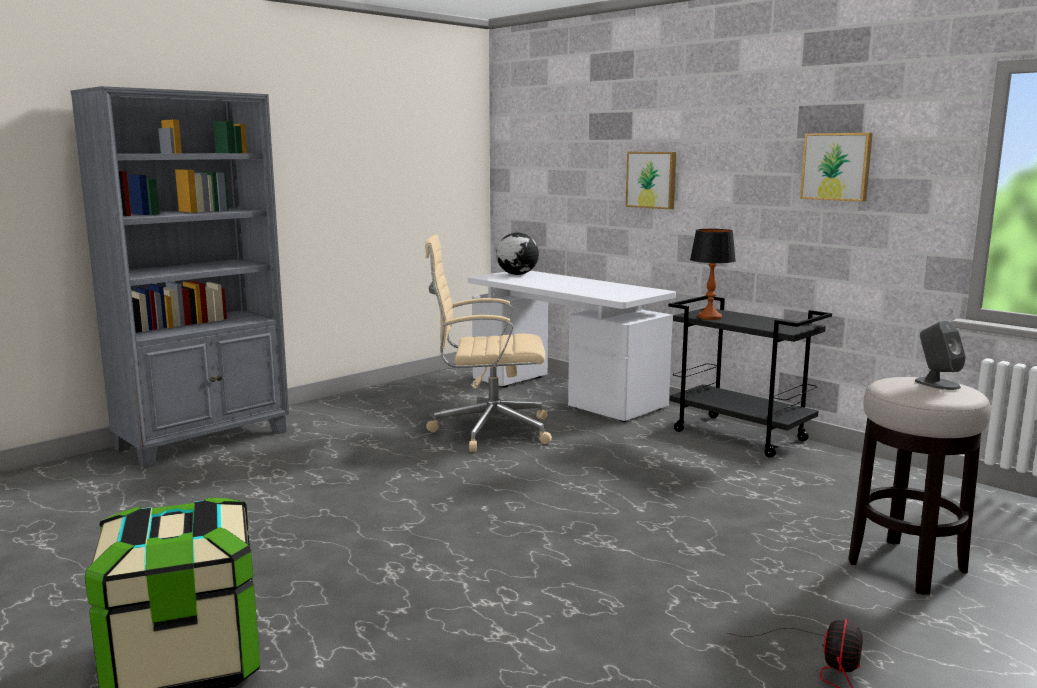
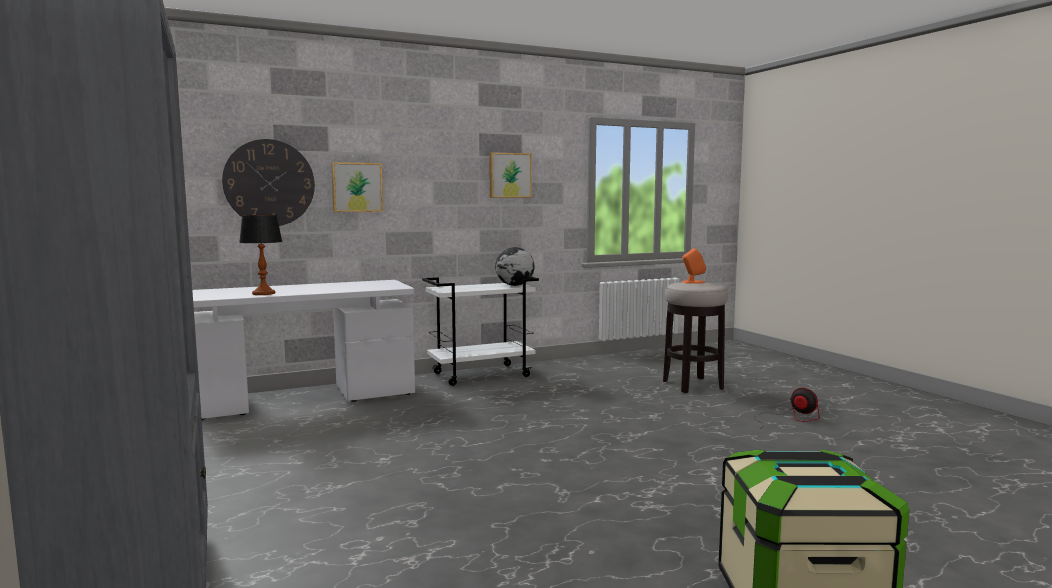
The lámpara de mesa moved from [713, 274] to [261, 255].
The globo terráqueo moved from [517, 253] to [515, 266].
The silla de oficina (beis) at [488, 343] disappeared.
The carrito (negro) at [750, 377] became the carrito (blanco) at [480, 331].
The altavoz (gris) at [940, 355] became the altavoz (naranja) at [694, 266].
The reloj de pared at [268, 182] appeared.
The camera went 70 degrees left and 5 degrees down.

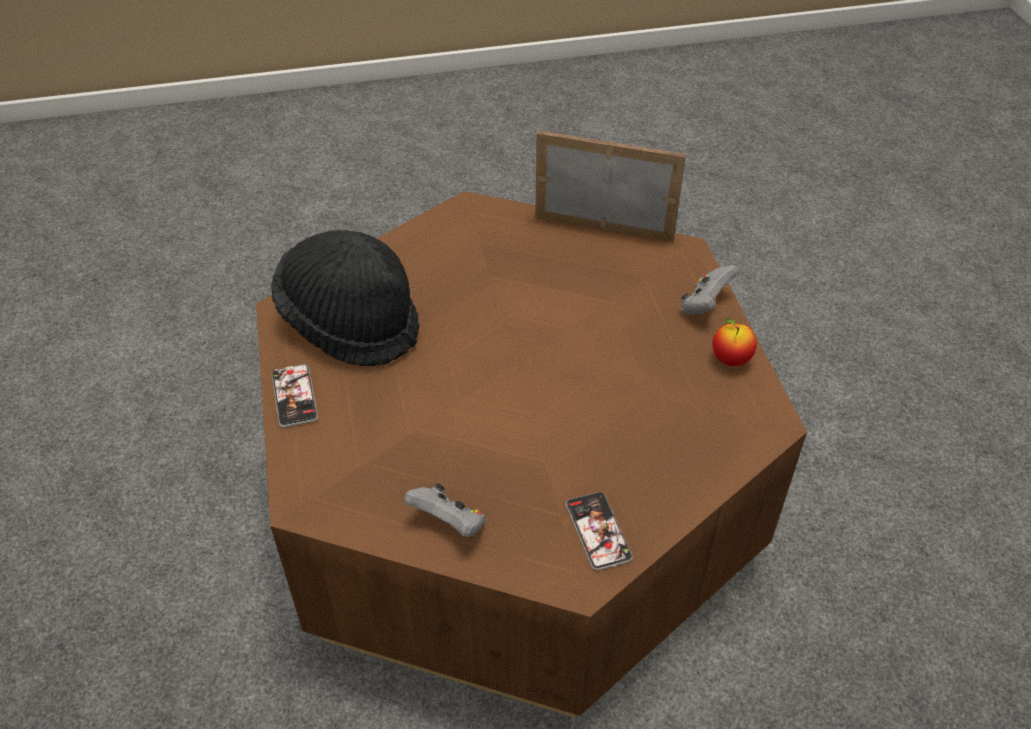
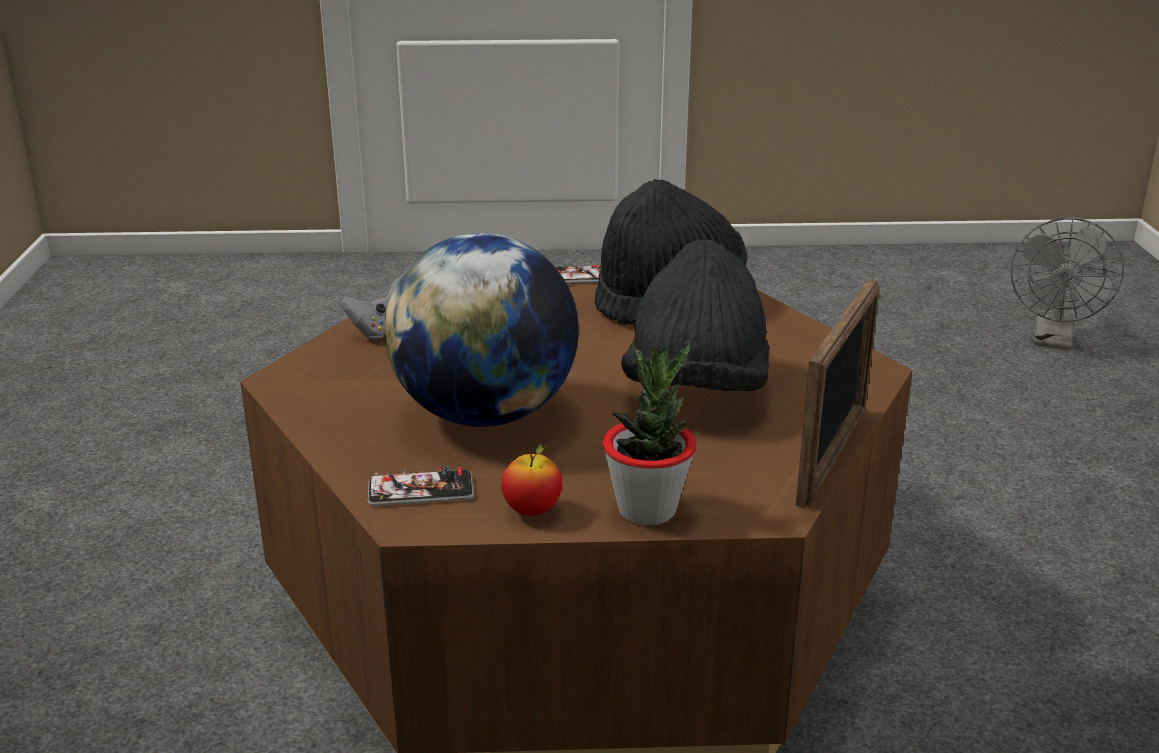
The mando de consola (gris) at [710, 290] was replaced by the planta en maceta at [649, 432].
The móvil moved from [599, 531] to [421, 486].
The ventilador (gris) at [1067, 284] appeared.
The globo terráqueo at [481, 330] appeared.
The sombrero (negro) at [695, 315] appeared.
The camera went 100 degrees right and 20 degrees down.

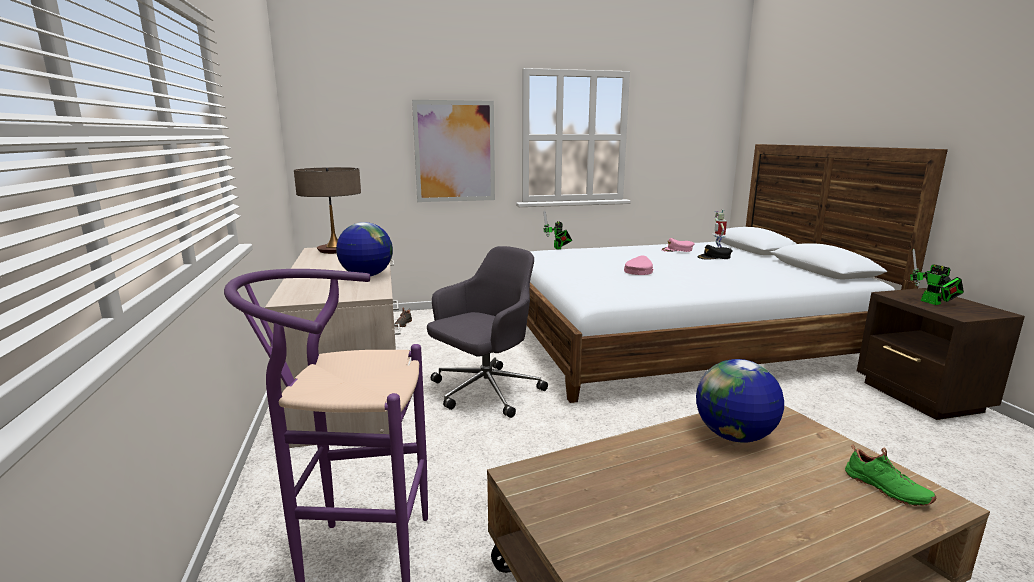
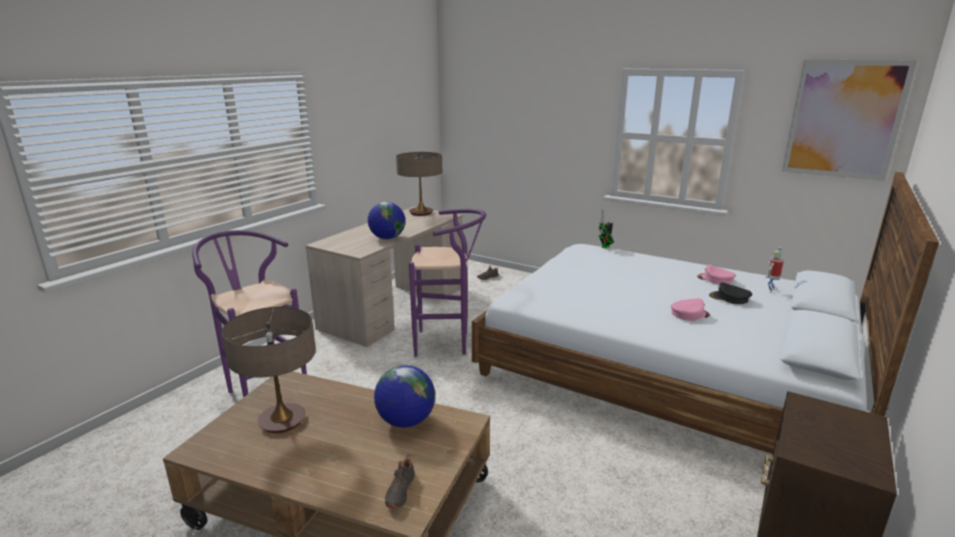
The cuadro moved from [453, 151] to [849, 120].
The silla de oficina (gris) at [487, 332] was replaced by the taburete (morado) at [447, 283].
The robot de juguete at [937, 277] disappeared.
The gorra (rosa) moved from [639, 265] to [690, 309].
The zapato (verde) at [890, 475] became the zapato (negro) at [400, 481].
The lámpara de mesa at [269, 370] appeared.
The camera went 45 degrees right and 5 degrees up.

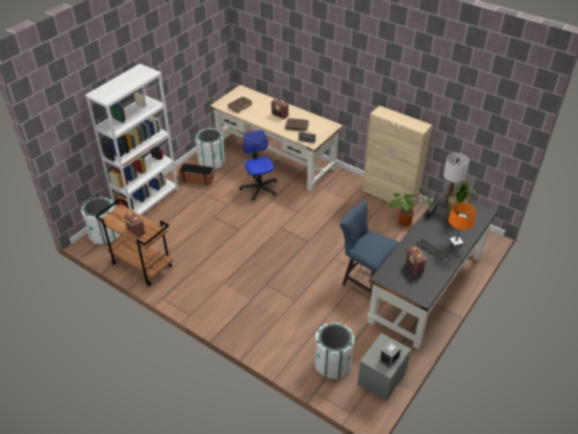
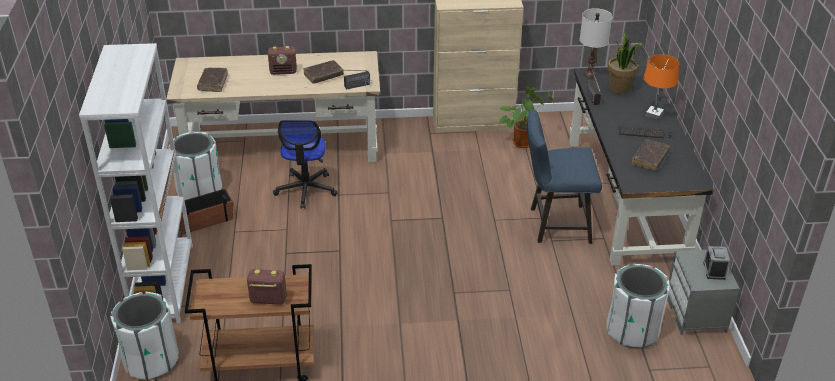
The silla de oficina at [258, 165] turned 120 degrees counterclockwise.
The radio at [416, 260] was replaced by the libro (marrón) at [651, 155].
The camera went 40 degrees left and 5 degrees down.

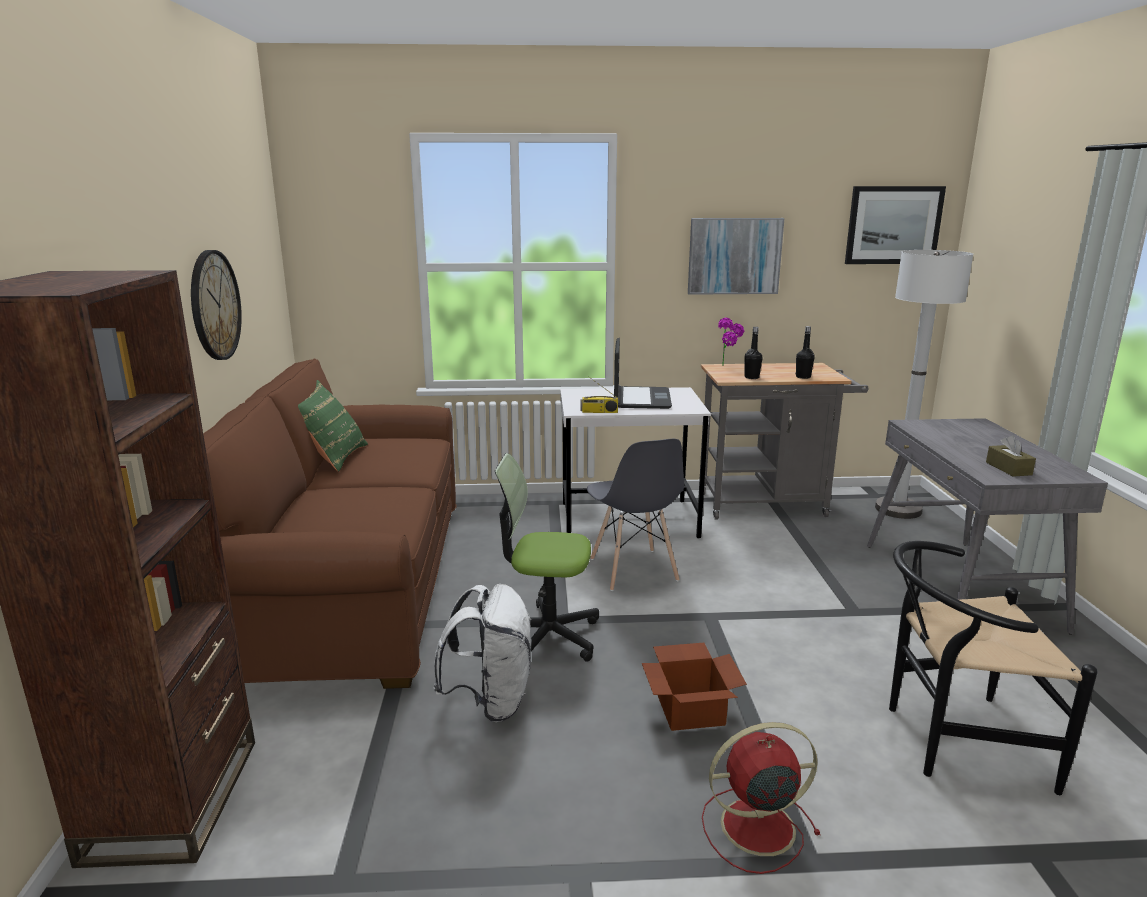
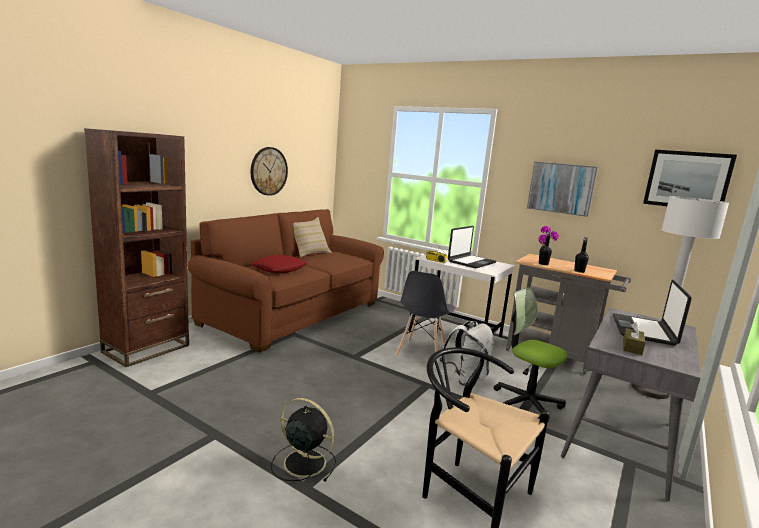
The cojín (verde) at [333, 426] became the cojín (beis) at [312, 237].
The silla de oficina moved from [547, 557] to [531, 354].
The mochila (blanco) moved from [482, 653] to [466, 353].
The caja de cartón at [694, 687] disappeared.
The ventilador (rojo) at [761, 798] became the ventilador (negro) at [303, 440].
The cojín (rojo) at [279, 264] appeared.
The portátil at [652, 313] appeared.
The camera went 35 degrees right and 5 degrees down.

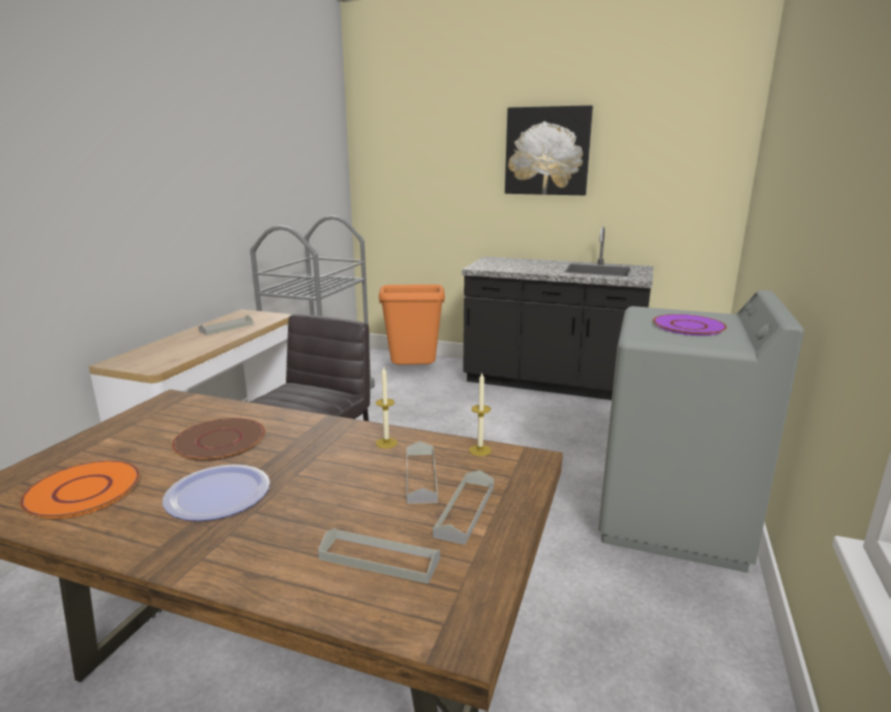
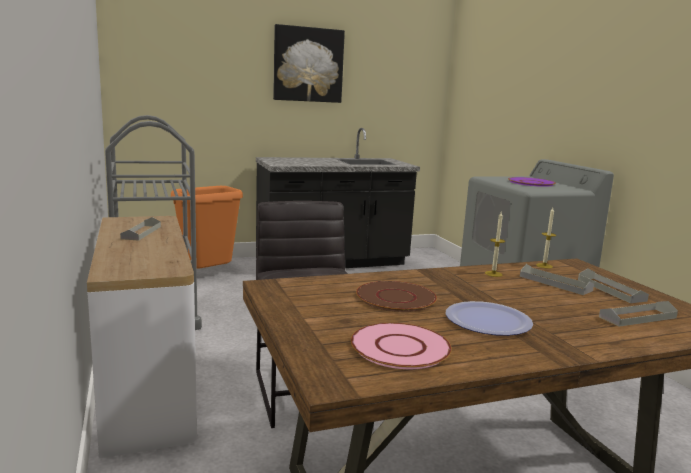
The plato (naranja) at [80, 489] became the plato (rosa) at [401, 346].
The camera went 40 degrees left and 5 degrees down.

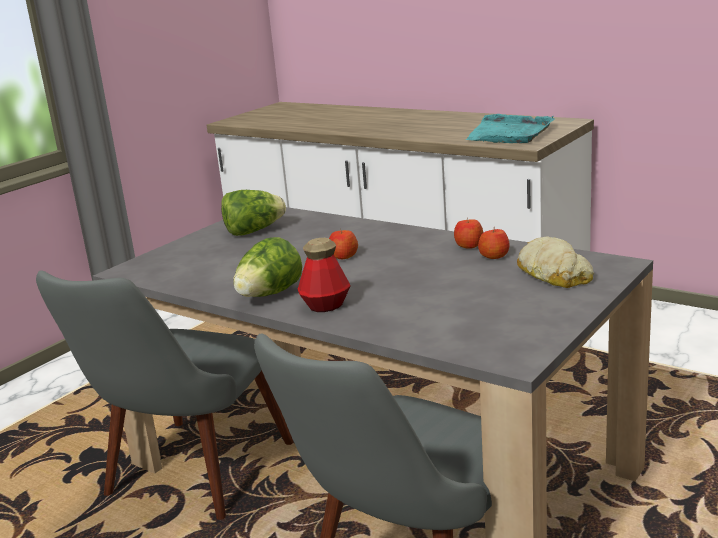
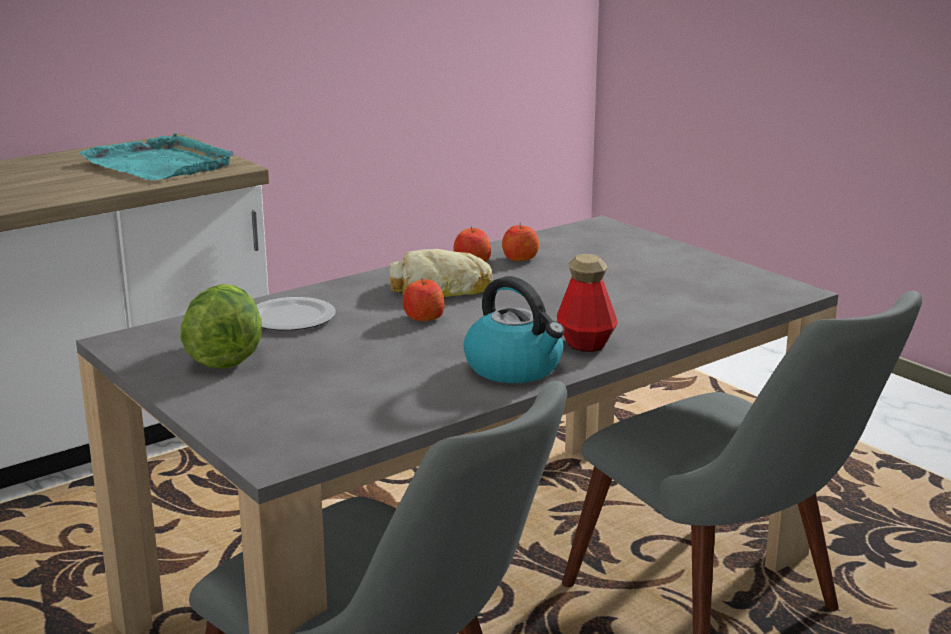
The pan moved from [555, 262] to [441, 273].
The lechuga at [267, 267] was replaced by the hervidor at [514, 329].
The plato at [296, 314] appeared.
The camera went 75 degrees left and 0 degrees up.

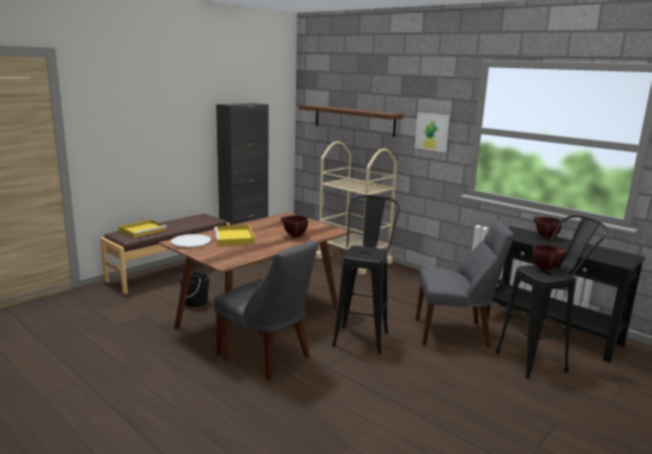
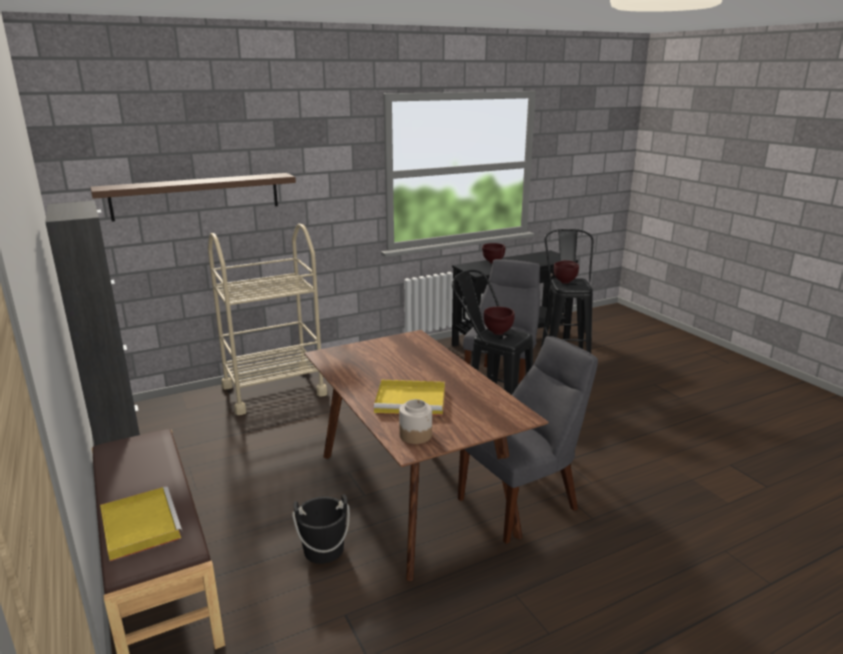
The cuadro at [432, 132] disappeared.
The cuenco (marrón) moved from [294, 226] to [499, 321].
The plato (blanco) at [191, 240] was replaced by the tarro at [415, 421].
The camera went 70 degrees left and 5 degrees up.

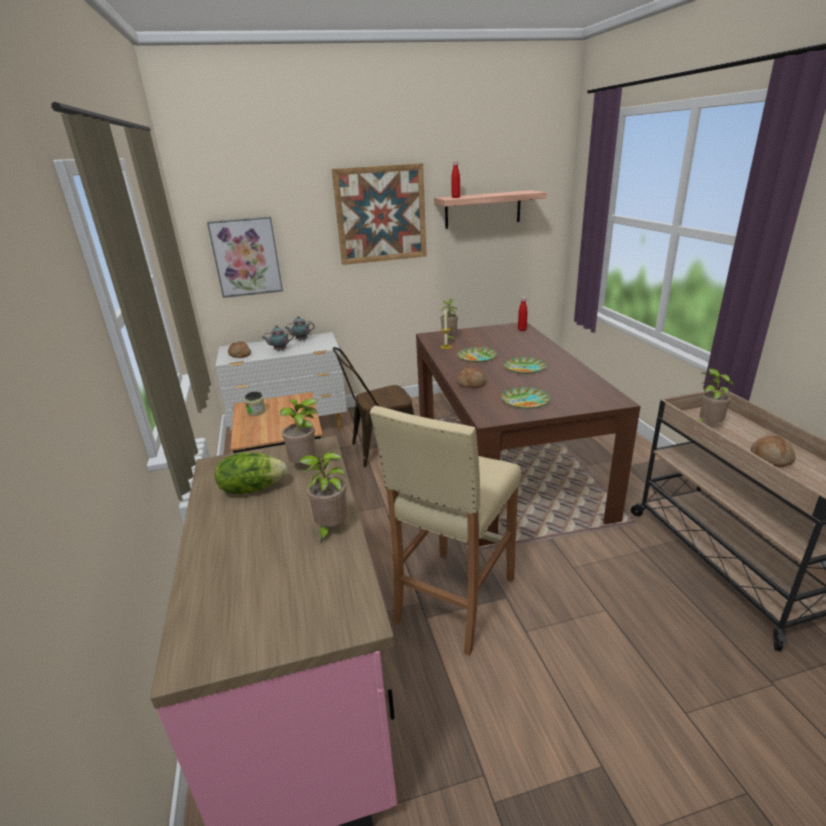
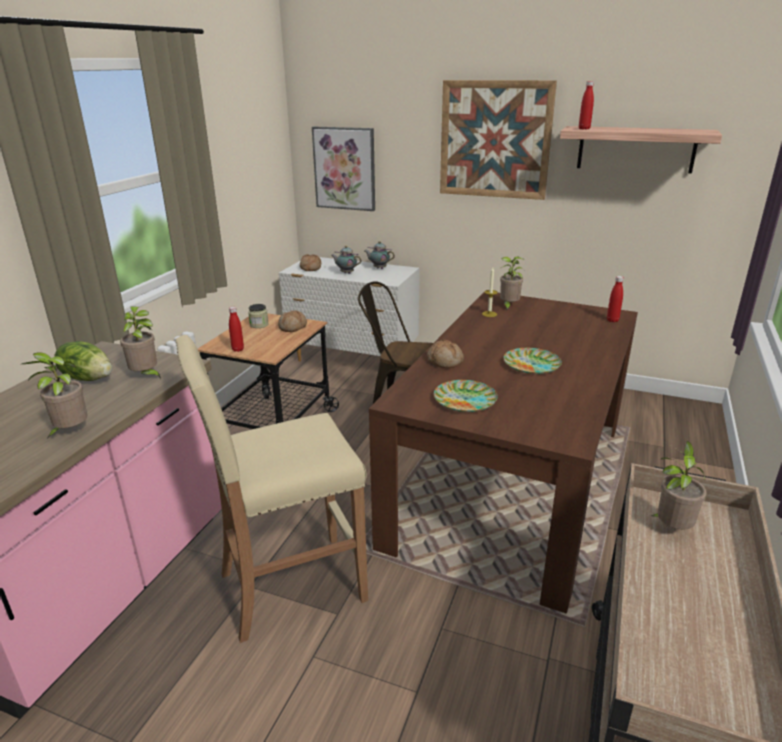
The plato at [477, 355] disappeared.
The pan moved from [773, 451] to [292, 321].
The botella (rojo) at [236, 329] appeared.
The camera went 35 degrees right and 0 degrees up.

